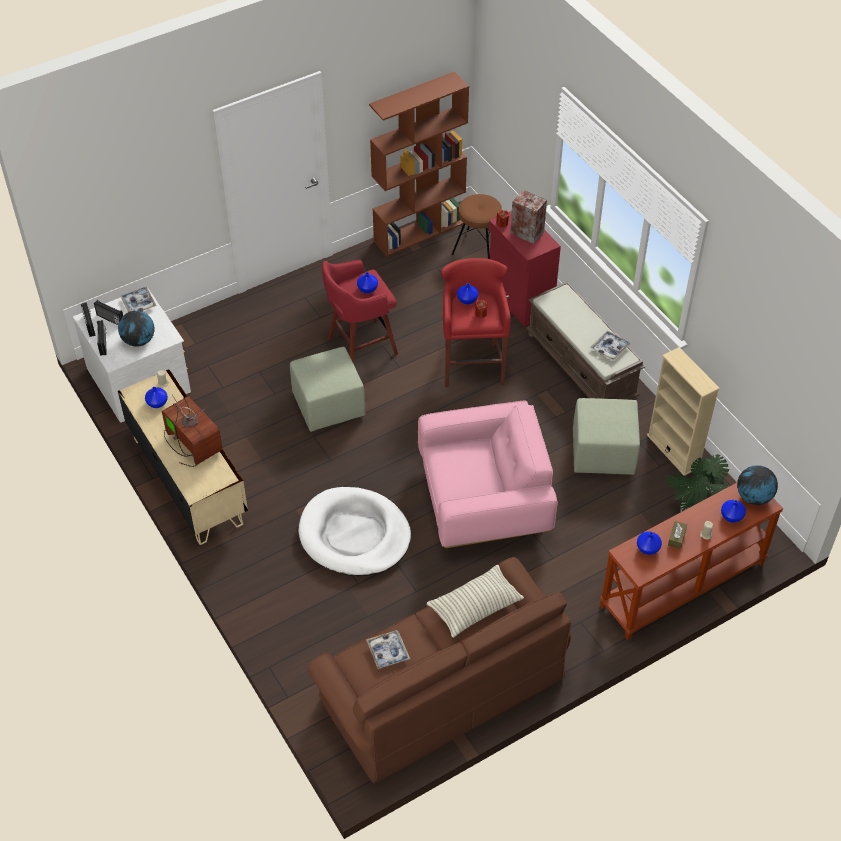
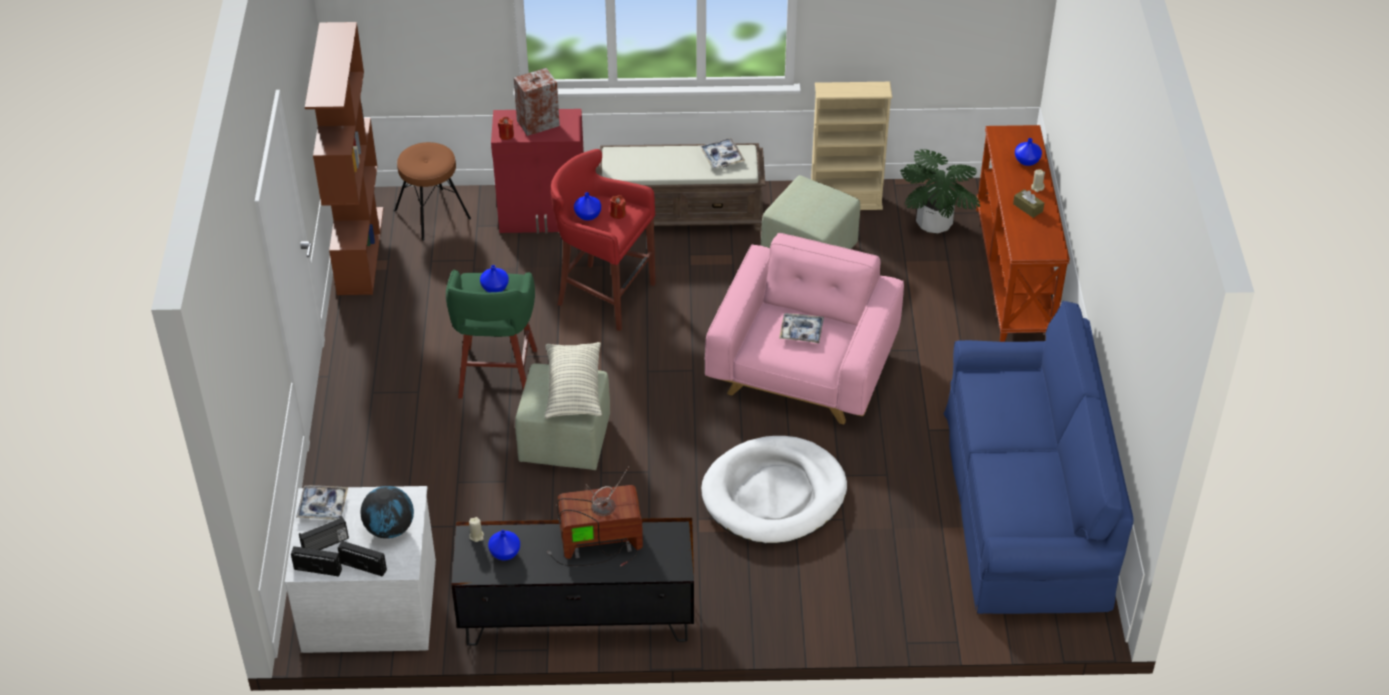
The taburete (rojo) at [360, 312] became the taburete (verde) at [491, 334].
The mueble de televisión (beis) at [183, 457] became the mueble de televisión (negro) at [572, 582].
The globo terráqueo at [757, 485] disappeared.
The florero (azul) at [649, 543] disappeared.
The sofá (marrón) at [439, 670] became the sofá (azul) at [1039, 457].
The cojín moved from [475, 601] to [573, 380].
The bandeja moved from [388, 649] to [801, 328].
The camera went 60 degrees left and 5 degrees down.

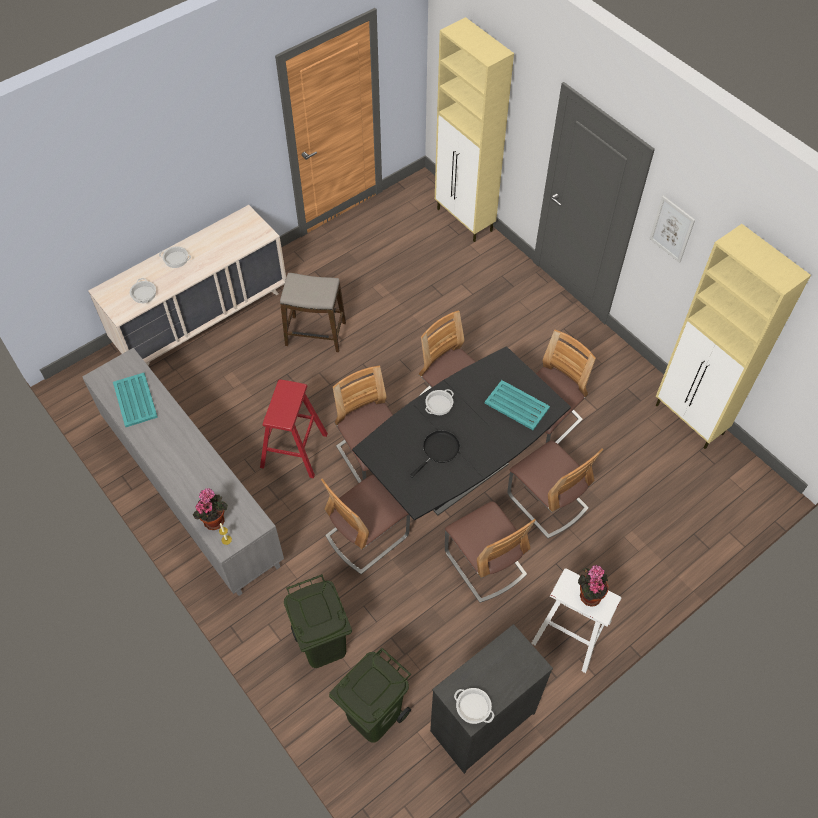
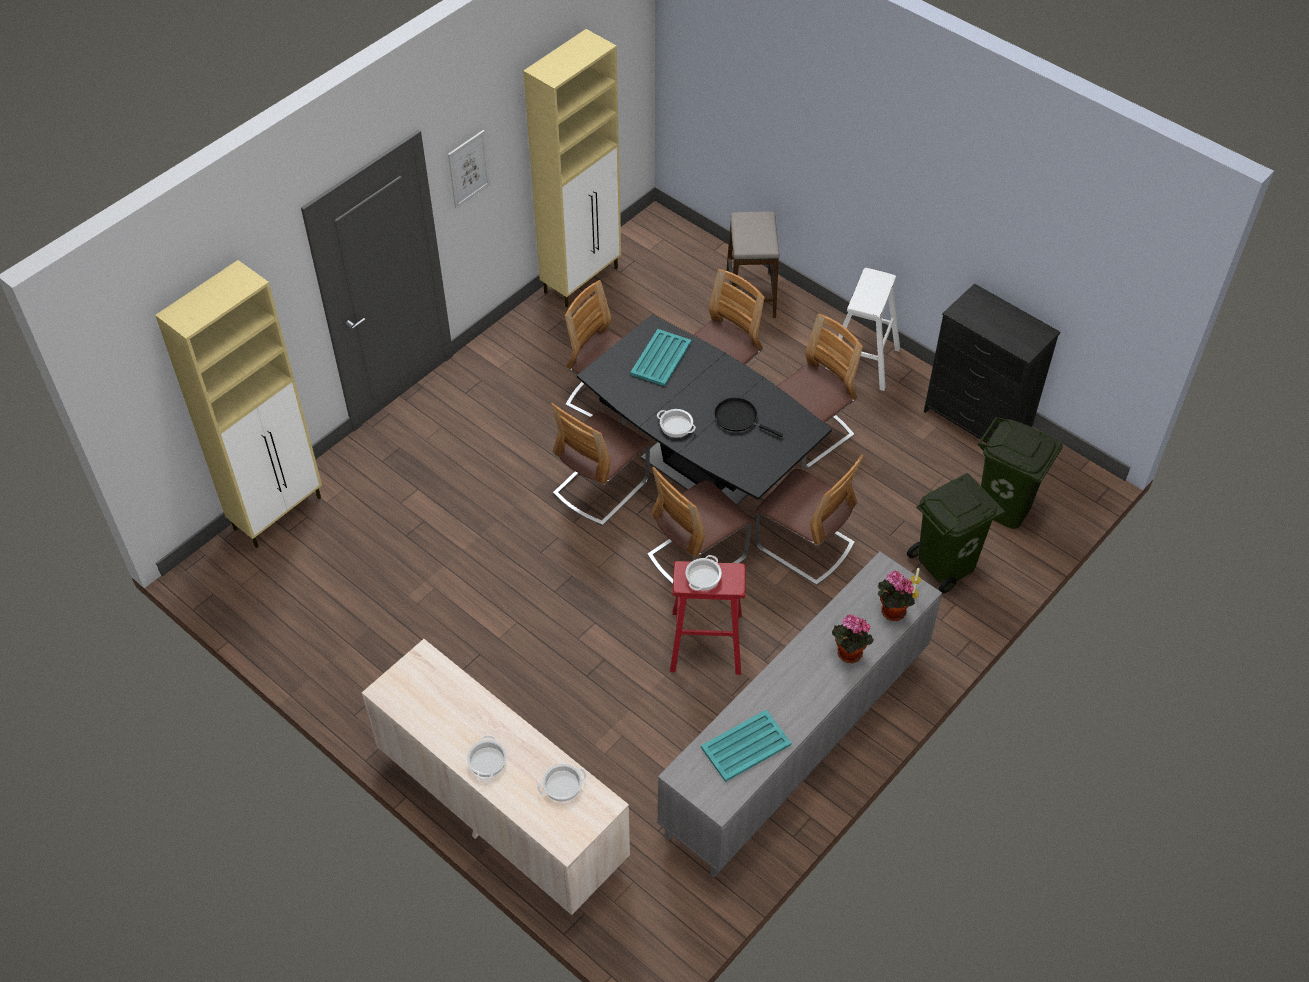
The taburete moved from [313, 312] to [752, 264].
The planta en maceta moved from [593, 586] to [853, 638].
The olla moved from [474, 706] to [704, 573].
The camera went 100 degrees left and 5 degrees down.

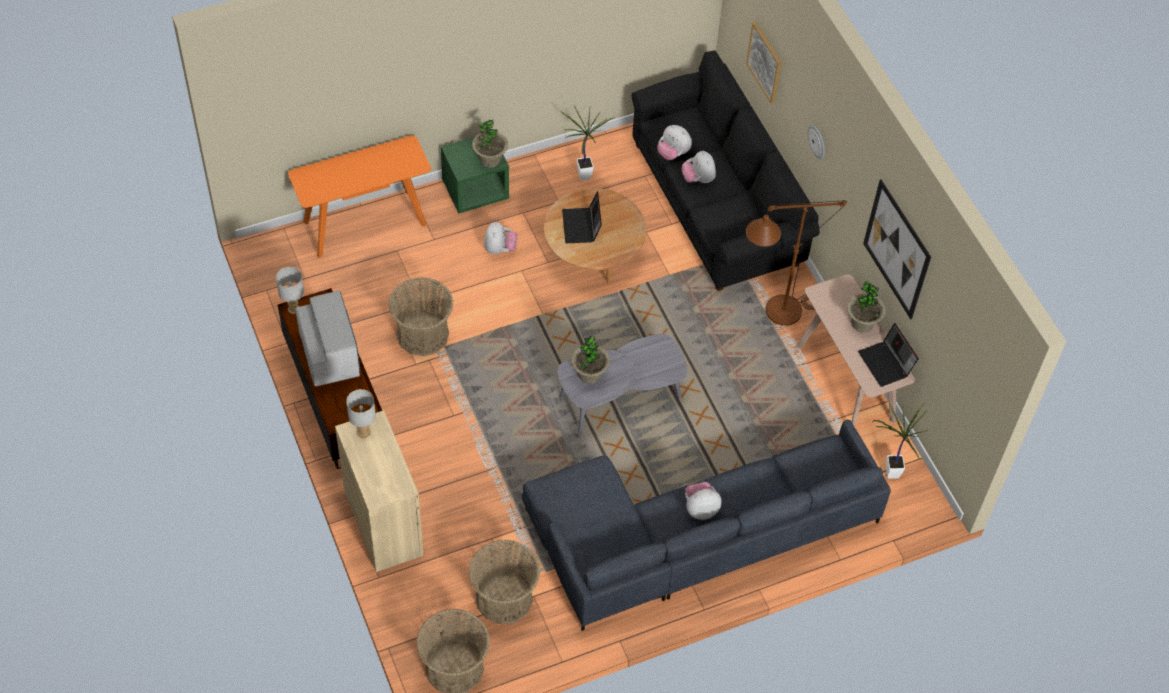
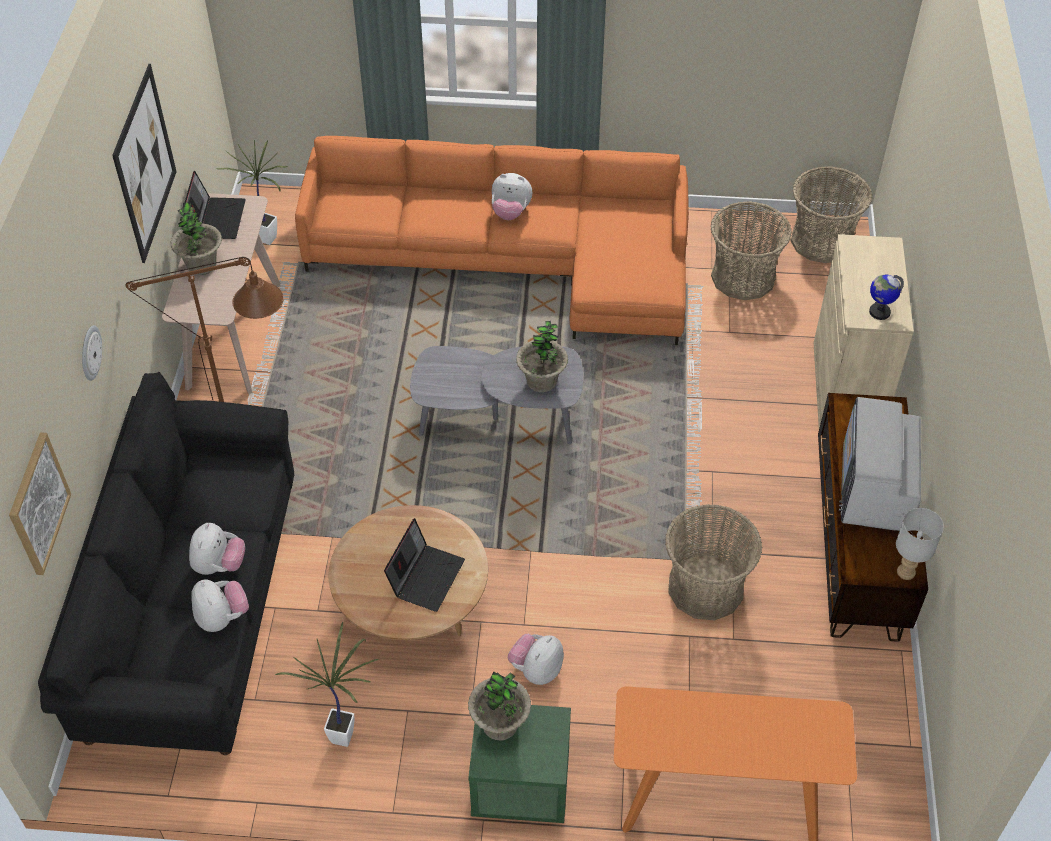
The lámpara de mesa (gris) at [361, 413] was replaced by the globo terráqueo at [886, 297].
The sofá (gris) at [706, 525] became the sofá (naranja) at [492, 240].
The camera went 150 degrees left and 5 degrees down.

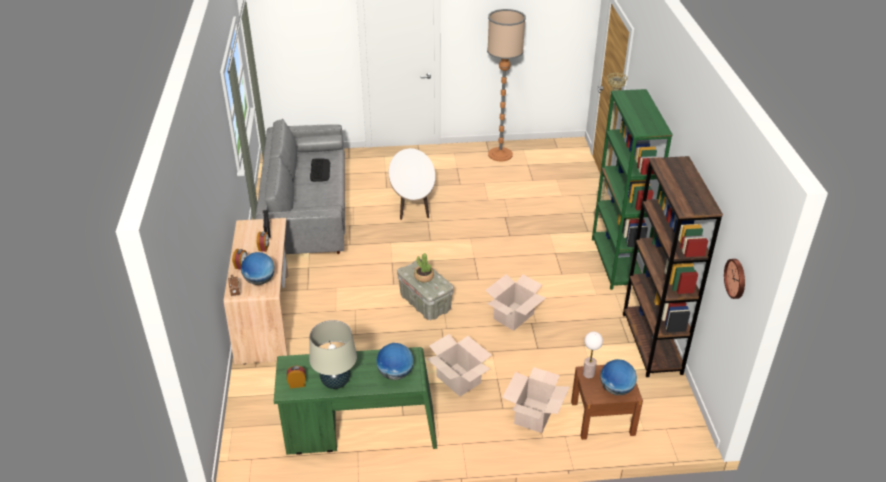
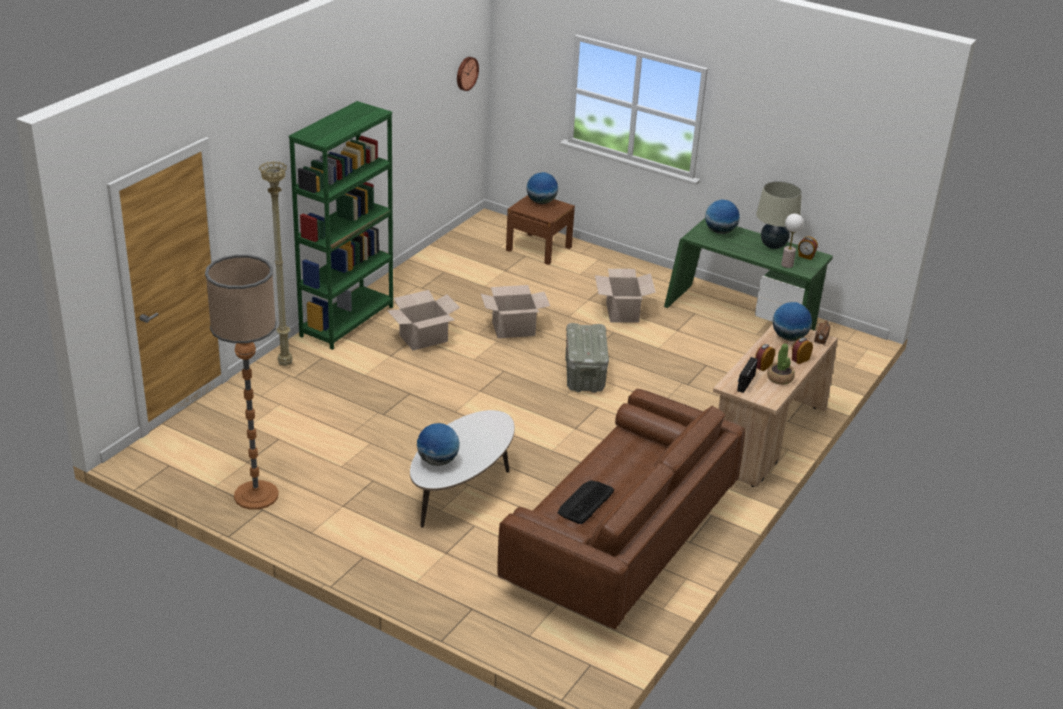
The sofá (gris) at [300, 186] became the sofá (marrón) at [621, 509].
The estantería (marrón) at [673, 266] disappeared.
The planta en maceta moved from [424, 268] to [781, 364].
The lámpara de mesa moved from [593, 355] to [792, 241].
The caja de cartón moved from [535, 400] to [423, 320].
The globo terráqueo at [438, 444] appeared.
The camera went 145 degrees left and 5 degrees down.

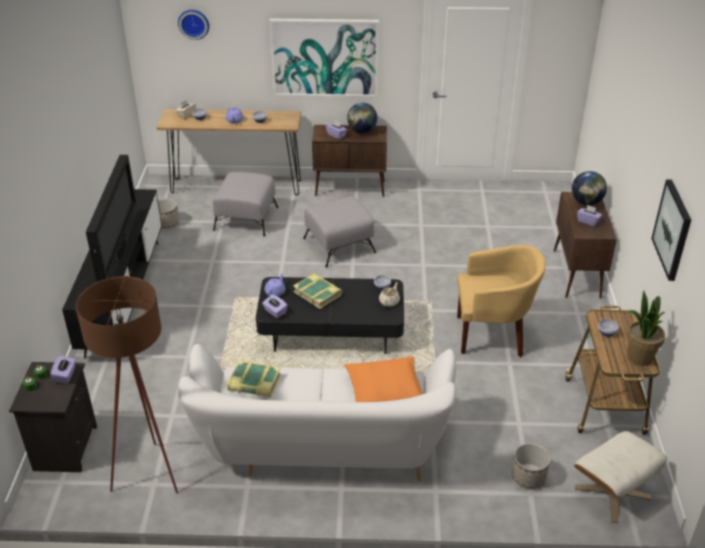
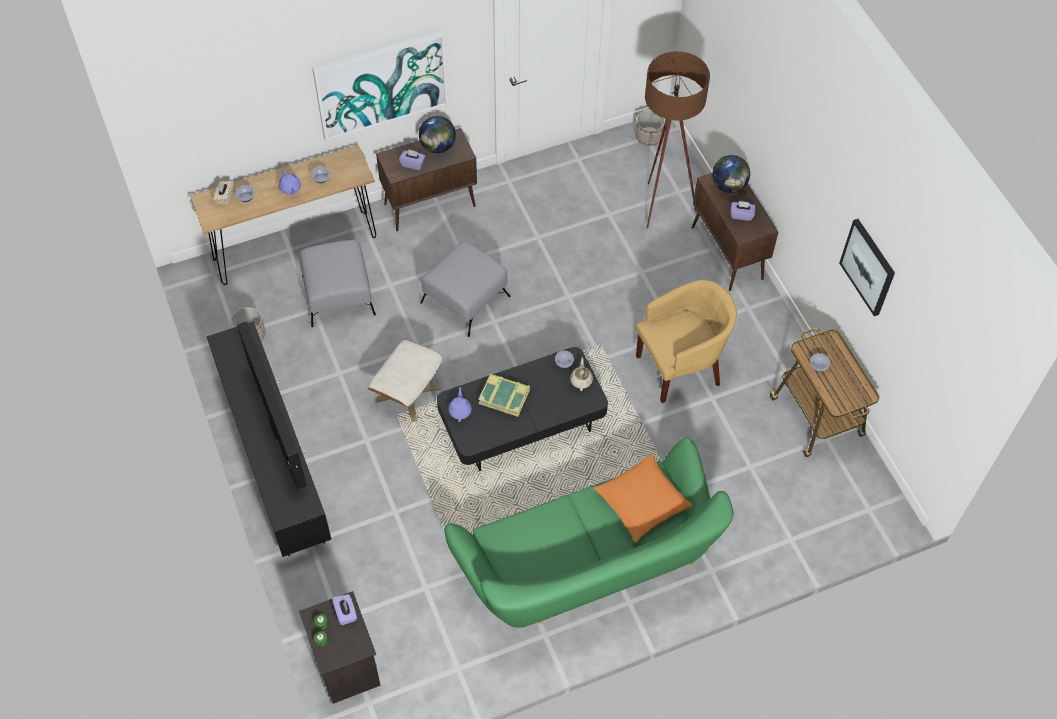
The reloj de pared at [193, 25] disappeared.
The lámpara de pie (marrón) moved from [127, 384] to [677, 139].
The planta en maceta at [646, 328] disappeared.
The caja de pañuelos (morado) at [275, 306] disappeared.
The sofá (blanco) at [317, 412] became the sofá (verde) at [589, 532].
The libro at [254, 379] disappeared.
The puf (beis) moved from [620, 477] to [405, 380].
The maceta moved from [530, 466] to [650, 128].
The camera went 25 degrees left and 20 degrees up.

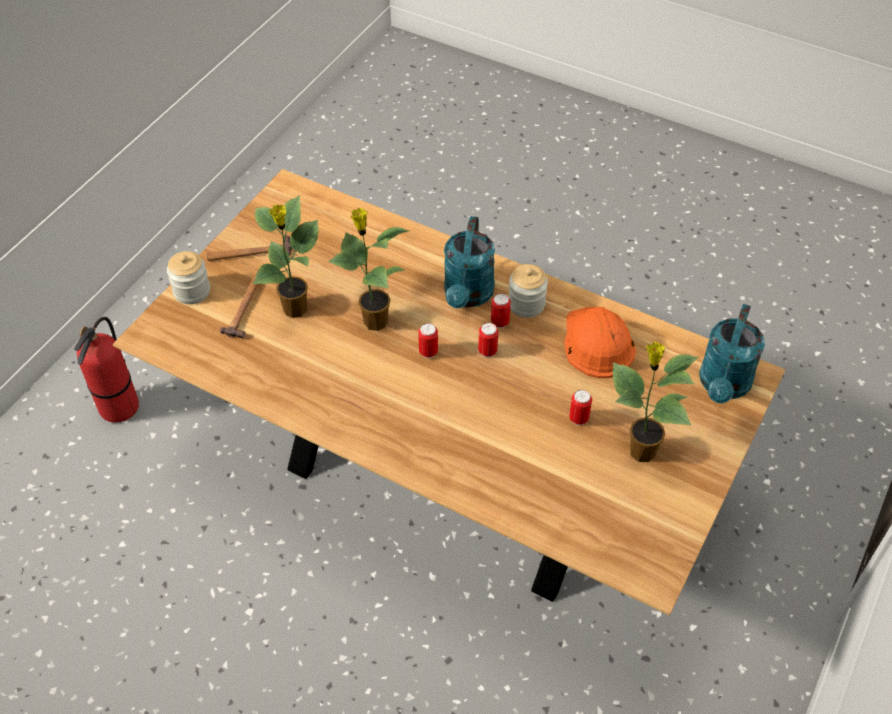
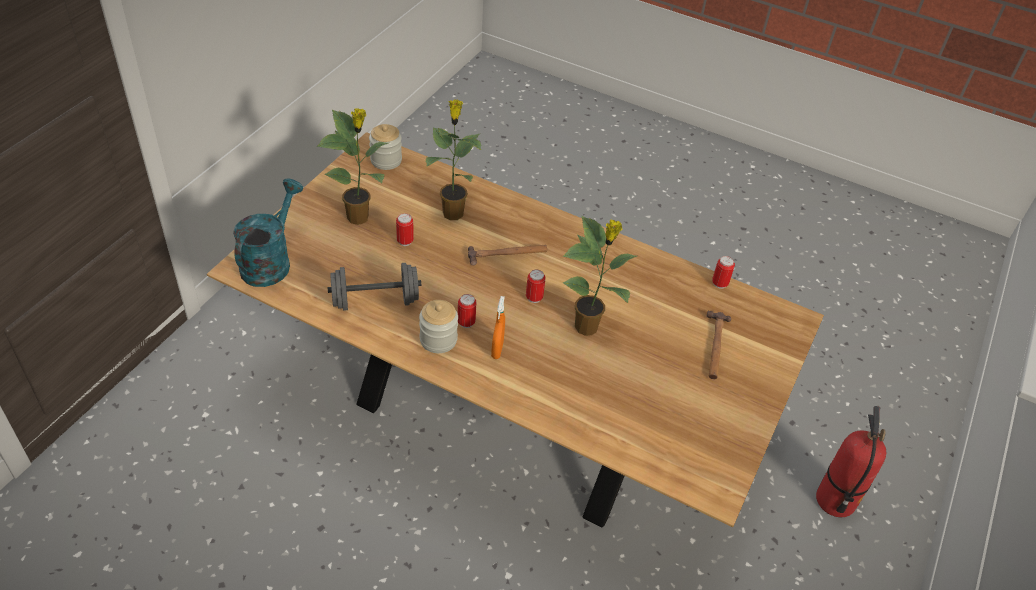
The planta en maceta moved from [286, 256] to [453, 159].
The regadera (turquesa) at [469, 262] was replaced by the pulverizador (naranja) at [498, 327].
The martillo moved from [249, 248] to [507, 255].
The tarro moved from [188, 277] to [385, 147].
The casco (naranja) at [600, 342] was replaced by the mancuerna (gris) at [374, 287].
The lata moved from [488, 340] to [723, 272].
The camera went 175 degrees right and 5 degrees down.

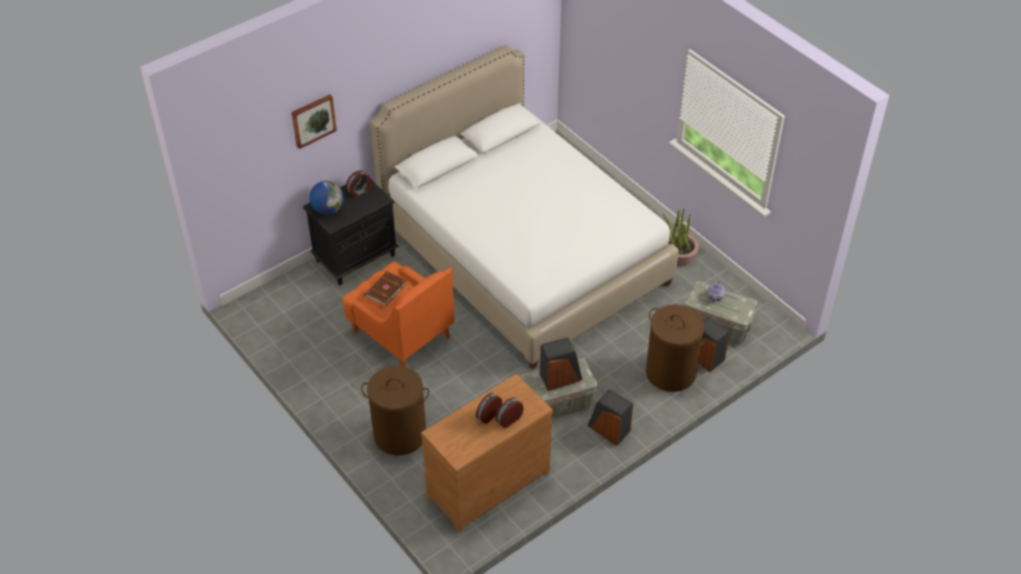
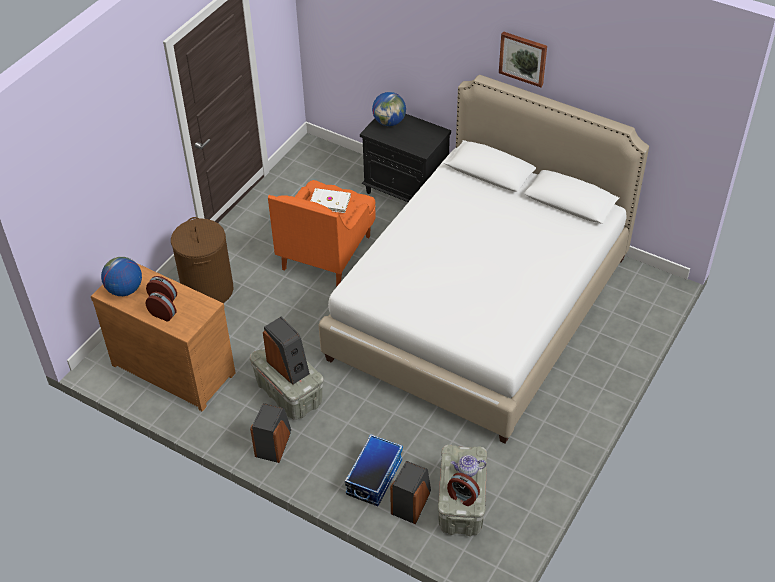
The cuadro moved from [314, 121] to [523, 59].
The despertador moved from [358, 184] to [463, 489].
The planta en maceta at [681, 237] disappeared.
The libro (marrón) at [386, 289] became the libro (blanco) at [331, 200].
The cesto de la ropa (marrón) at [675, 348] was replaced by the caja de almacenaje at [374, 470].
The globo terráqueo at [121, 276] appeared.
The camera went 70 degrees right and 0 degrees up.

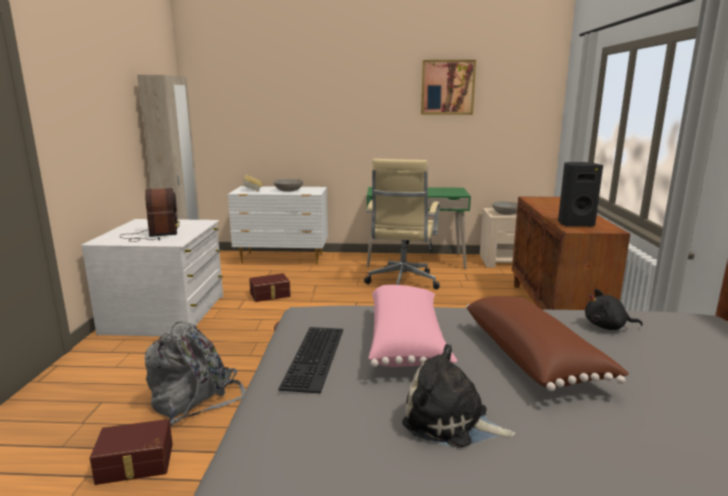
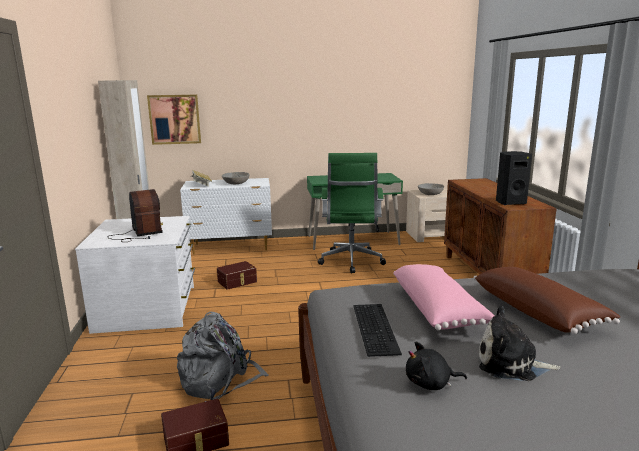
The cuadro moved from [448, 87] to [174, 120].
The silla de oficina (beis) at [402, 224] became the silla de oficina (verde) at [352, 213].
The peluche (negro) moved from [614, 309] to [436, 365].
The camera went 10 degrees left and 0 degrees up.

